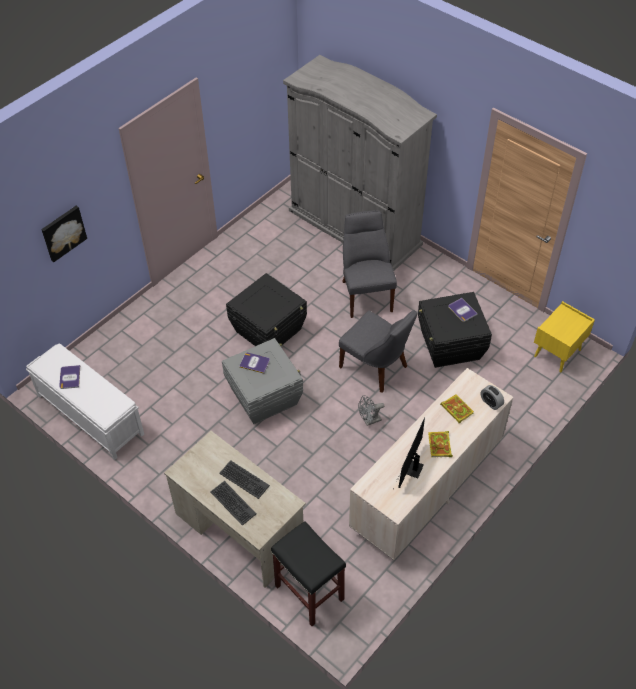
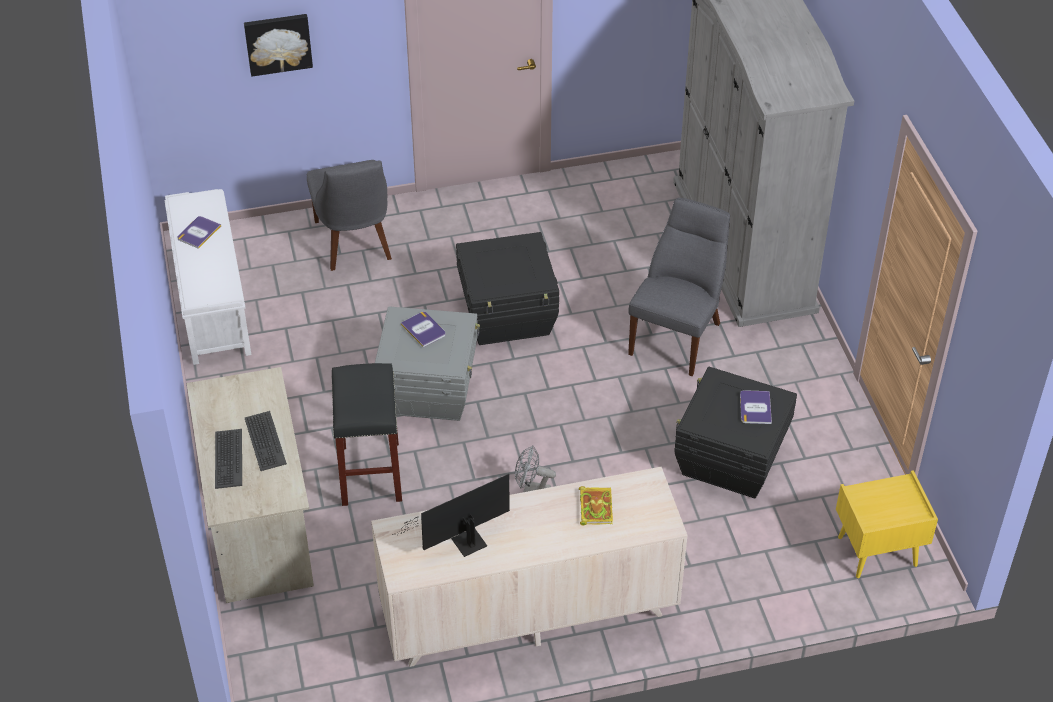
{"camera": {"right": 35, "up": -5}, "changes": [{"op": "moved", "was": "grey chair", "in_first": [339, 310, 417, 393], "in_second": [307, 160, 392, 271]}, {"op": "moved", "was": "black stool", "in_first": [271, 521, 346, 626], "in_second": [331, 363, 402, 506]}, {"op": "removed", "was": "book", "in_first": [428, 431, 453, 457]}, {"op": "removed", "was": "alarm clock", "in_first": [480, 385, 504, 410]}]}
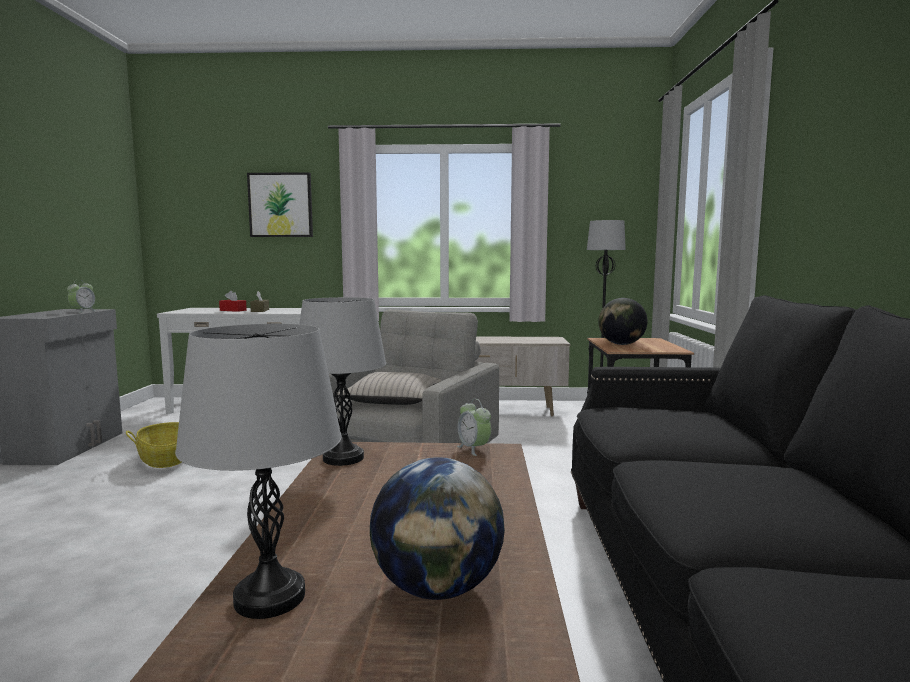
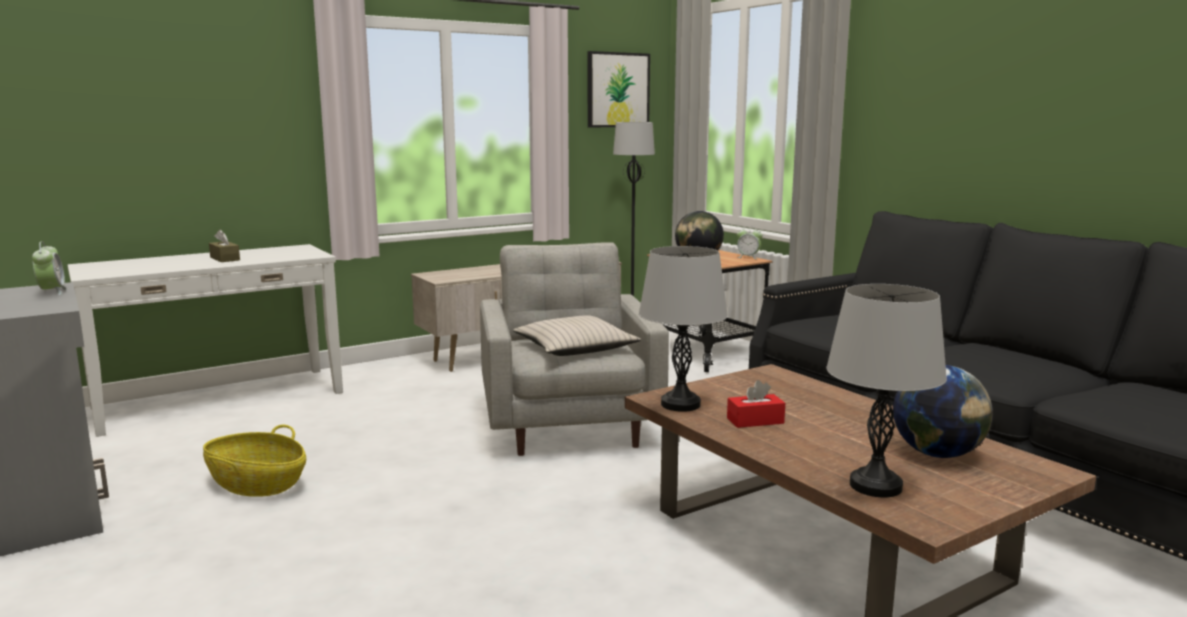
{"camera": {"right": -35, "up": 5}, "changes": [{"op": "moved", "was": "picture", "in_first": [247, 172, 313, 237], "in_second": [588, 51, 650, 128]}, {"op": "moved", "was": "red tissue box", "in_first": [219, 291, 247, 312], "in_second": [727, 380, 785, 428]}, {"op": "moved", "was": "alarm clock", "in_first": [457, 399, 491, 456], "in_second": [737, 227, 763, 259]}]}
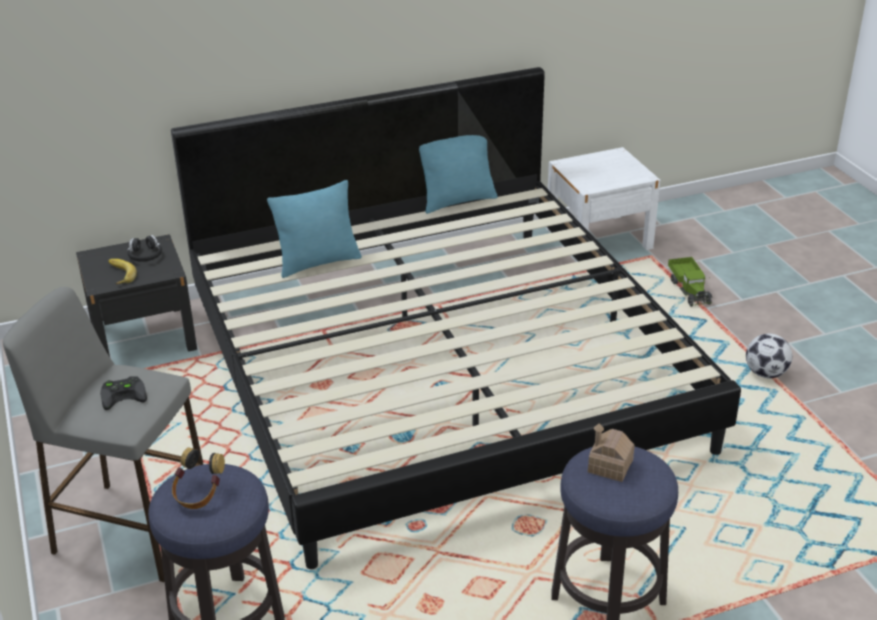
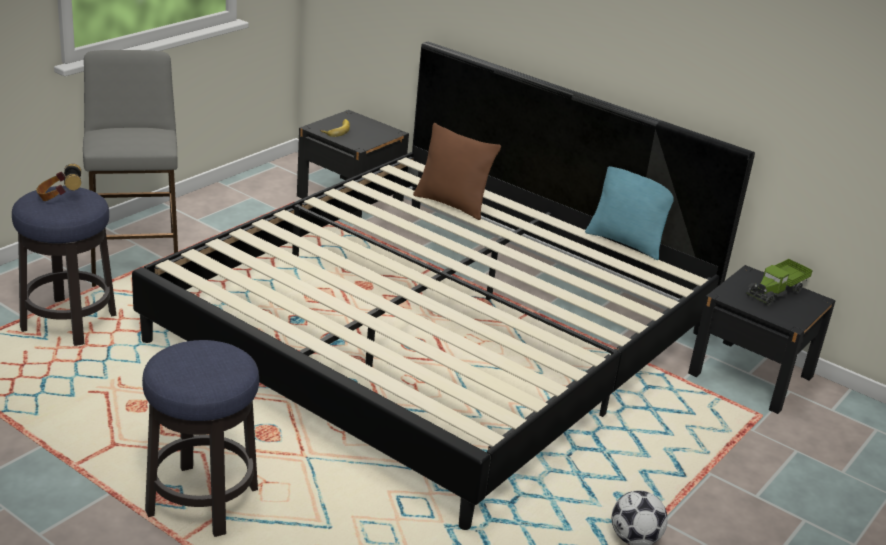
{"camera": {"right": 55, "up": -5}, "changes": [{"op": "recoloured", "was": "turquoise pillow", "now": "brown pillow", "in_first": [267, 180, 362, 278], "in_second": [413, 123, 501, 220]}, {"op": "recoloured", "was": "white nightstand", "now": "black nightstand", "in_first": [546, 147, 660, 262], "in_second": [688, 265, 836, 414]}, {"op": "moved", "was": "toy truck", "in_first": [668, 257, 713, 307], "in_second": [746, 259, 813, 306]}, {"op": "removed", "was": "black game controller", "in_first": [100, 376, 147, 410]}, {"op": "removed", "was": "black headphones", "in_first": [128, 235, 162, 262]}, {"op": "removed", "was": "toy house", "in_first": [588, 423, 635, 482]}]}
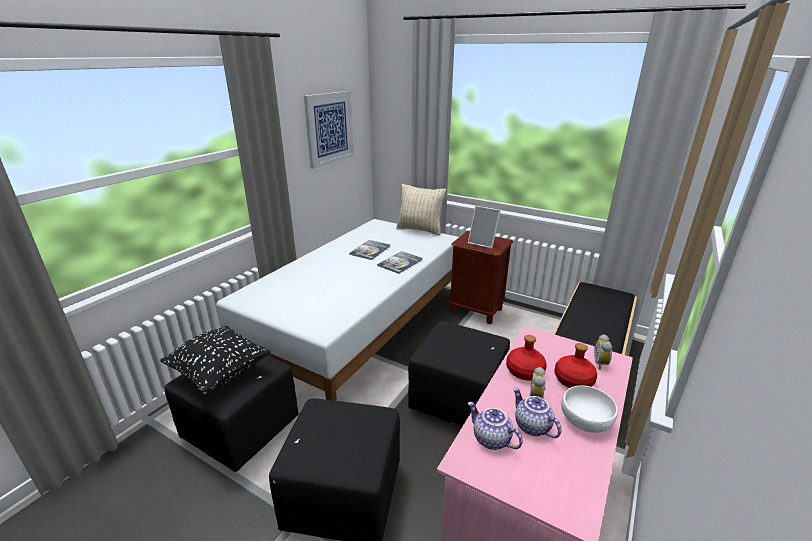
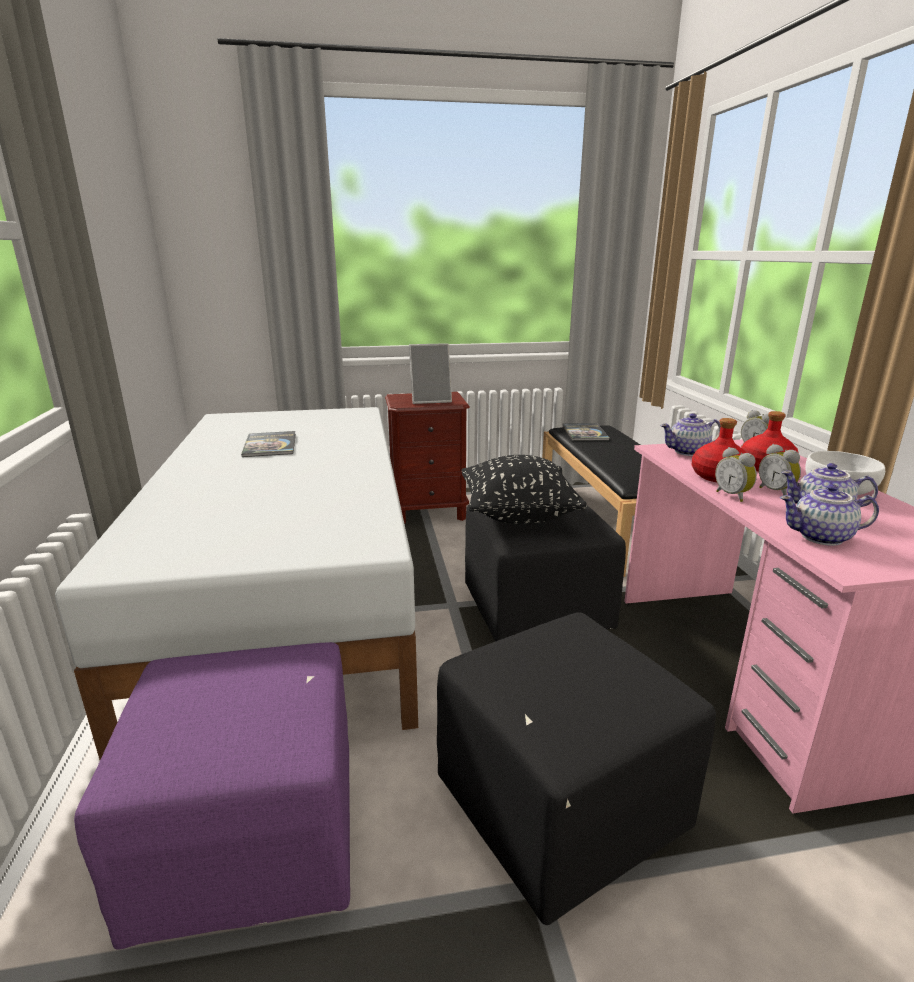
{"camera": {"right": -40, "up": -5}, "changes": [{"op": "recoloured", "was": "black ottoman", "now": "purple ottoman", "in_first": [164, 356, 299, 472], "in_second": [74, 642, 350, 950]}, {"op": "moved", "was": "black pillow", "in_first": [160, 326, 271, 394], "in_second": [461, 455, 587, 524]}, {"op": "moved", "was": "book", "in_first": [377, 251, 422, 274], "in_second": [562, 423, 609, 441]}, {"op": "added", "now": "teapot", "in_second": [661, 413, 721, 456]}, {"op": "added", "now": "alarm clock", "in_second": [715, 447, 757, 502]}, {"op": "removed", "was": "picture", "in_first": [304, 91, 354, 169]}, {"op": "removed", "was": "beige pillow", "in_first": [396, 184, 446, 235]}]}
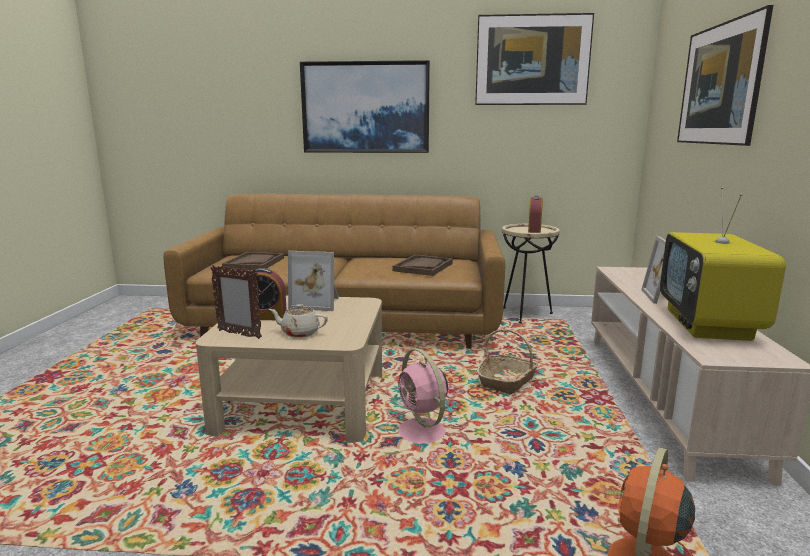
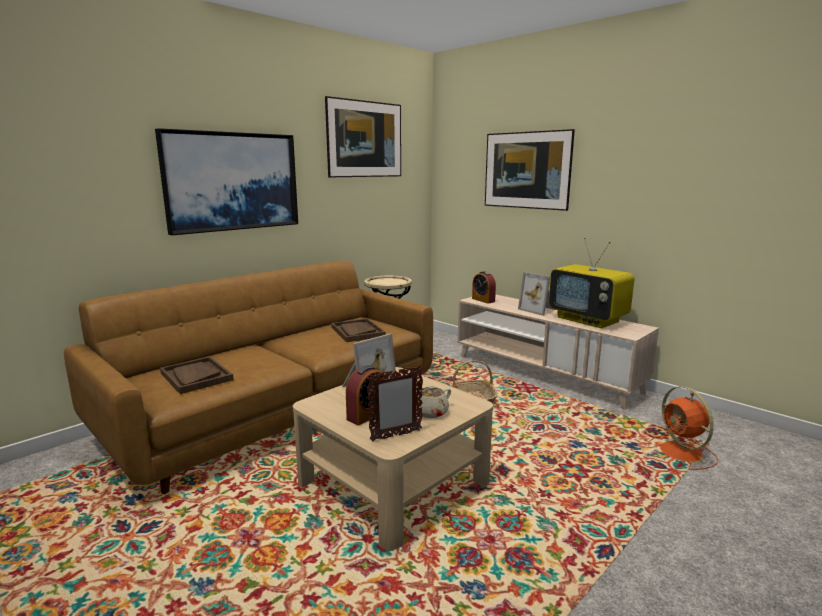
{"camera": {"right": -50, "up": 0}, "changes": [{"op": "moved", "was": "alarm clock", "in_first": [528, 196, 543, 233], "in_second": [472, 271, 496, 304]}, {"op": "removed", "was": "pink fan", "in_first": [385, 349, 452, 443]}]}
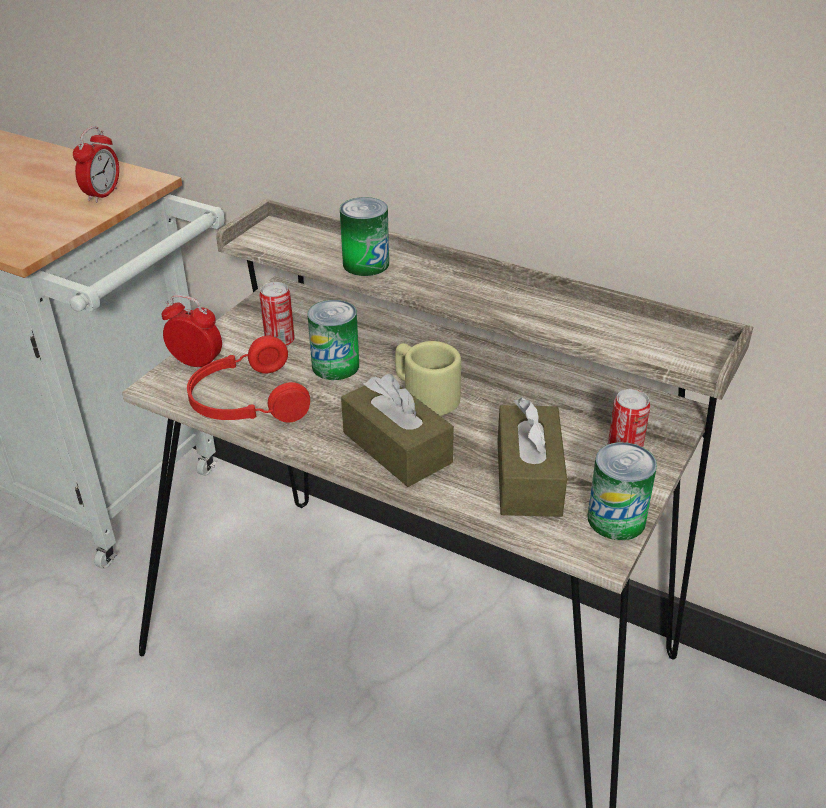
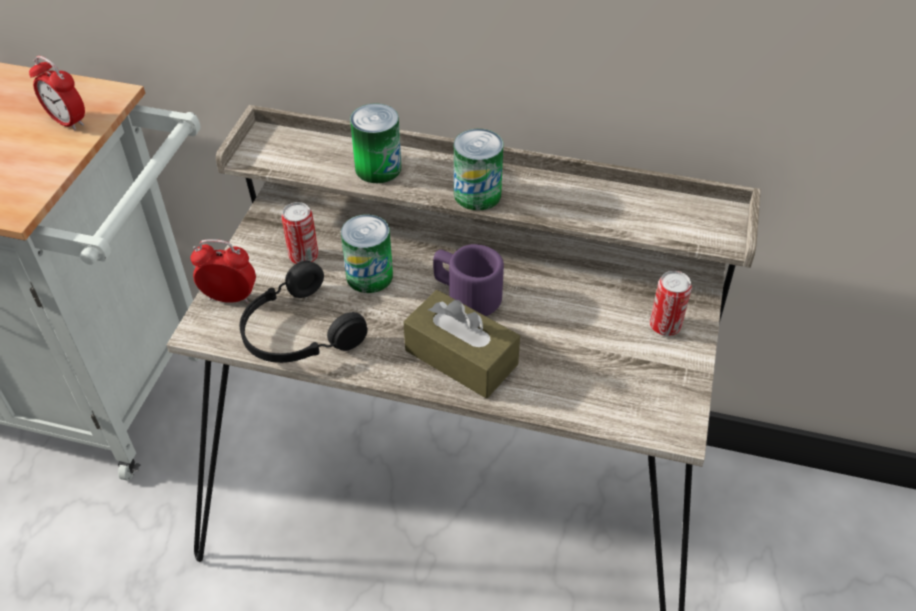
{"camera": {"right": -15, "up": 10}, "changes": [{"op": "turned", "was": "alarm clock", "in_first": [73, 126, 119, 203], "in_second": [29, 56, 85, 131], "clockwise": 120}, {"op": "recoloured", "was": "red headphones", "now": "black headphones", "in_first": [187, 336, 310, 423], "in_second": [240, 261, 368, 363]}, {"op": "recoloured", "was": "beige mug", "now": "purple mug", "in_first": [395, 341, 461, 416], "in_second": [433, 244, 504, 316]}, {"op": "moved", "was": "can", "in_first": [588, 442, 657, 540], "in_second": [454, 129, 504, 211]}, {"op": "removed", "was": "brown tissue box", "in_first": [497, 398, 567, 517]}]}
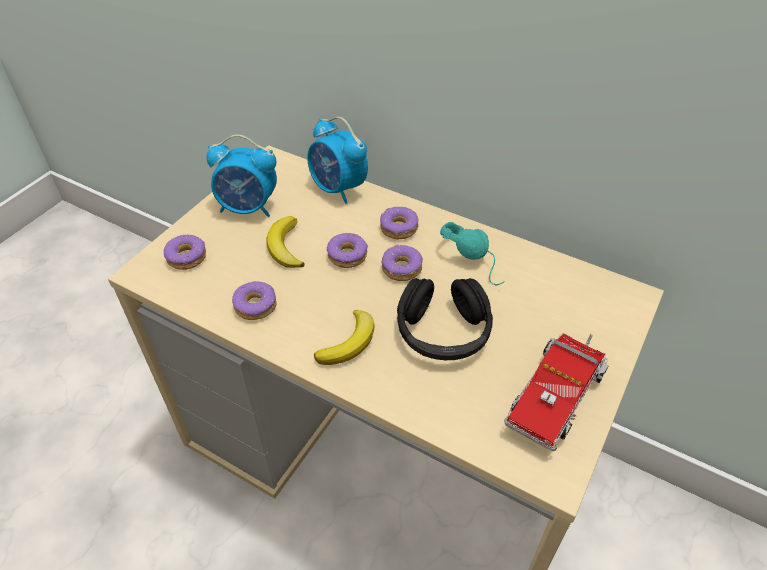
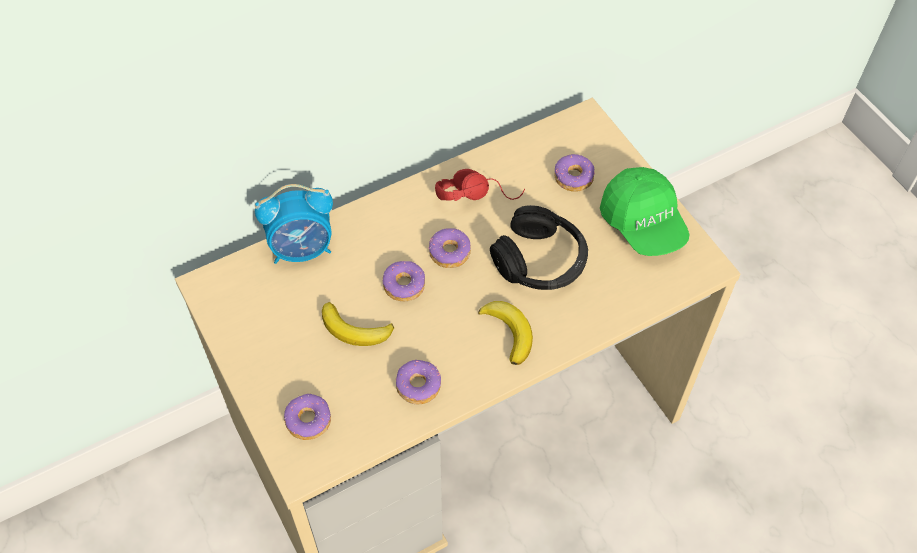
{"camera": {"right": -60, "up": 10}, "changes": [{"op": "recoloured", "was": "turquoise headphones", "now": "red headphones", "in_first": [440, 222, 505, 285], "in_second": [435, 169, 525, 201]}, {"op": "moved", "was": "donut", "in_first": [380, 207, 418, 240], "in_second": [555, 154, 595, 192]}, {"op": "replaced", "was": "toy truck", "now": "green cap", "in_first": [504, 333, 608, 451], "in_second": [600, 167, 689, 256]}, {"op": "removed", "was": "alarm clock", "in_first": [206, 135, 277, 217]}]}
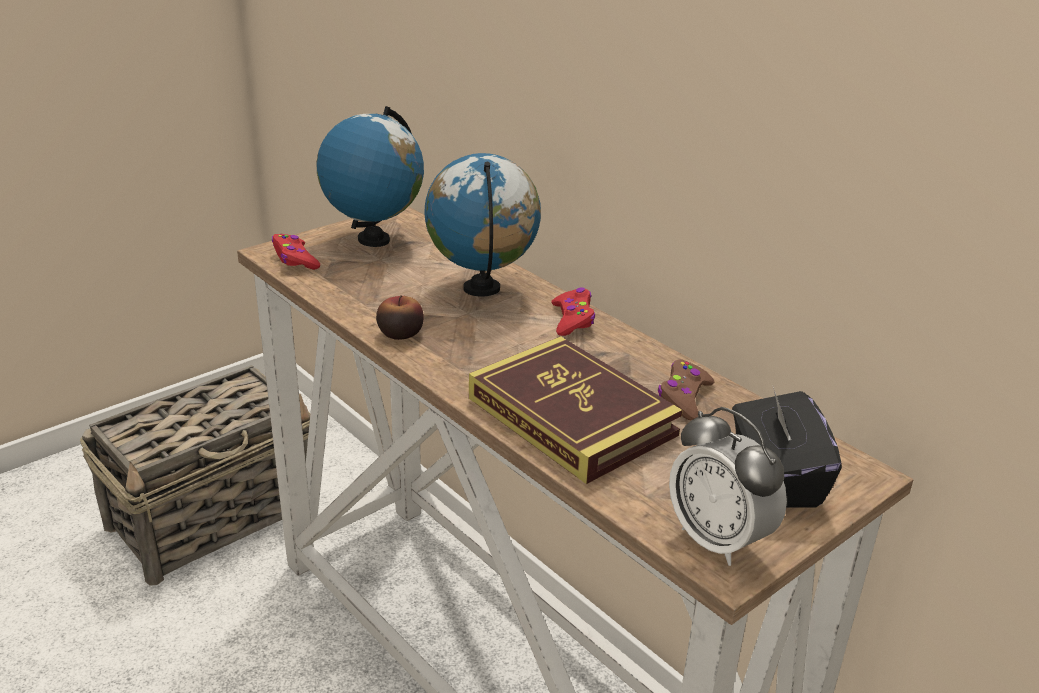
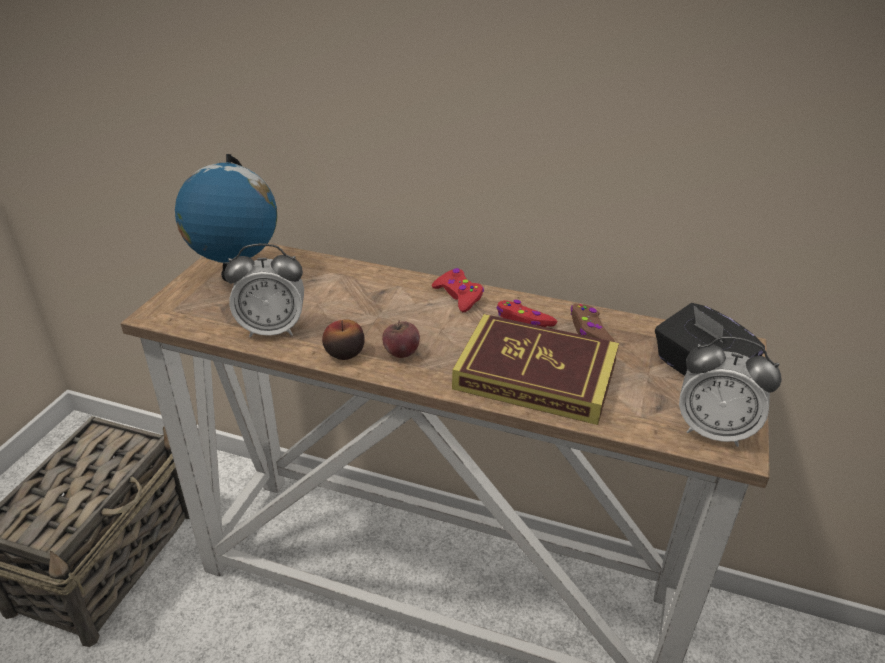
{"camera": {"right": -30, "up": 5}, "changes": [{"op": "added", "now": "alarm clock", "in_second": [224, 243, 304, 337]}, {"op": "added", "now": "apple", "in_second": [382, 320, 420, 358]}, {"op": "moved", "was": "red game controller", "in_first": [272, 234, 320, 270], "in_second": [496, 300, 557, 327]}, {"op": "removed", "was": "globe", "in_first": [424, 153, 541, 297]}]}
